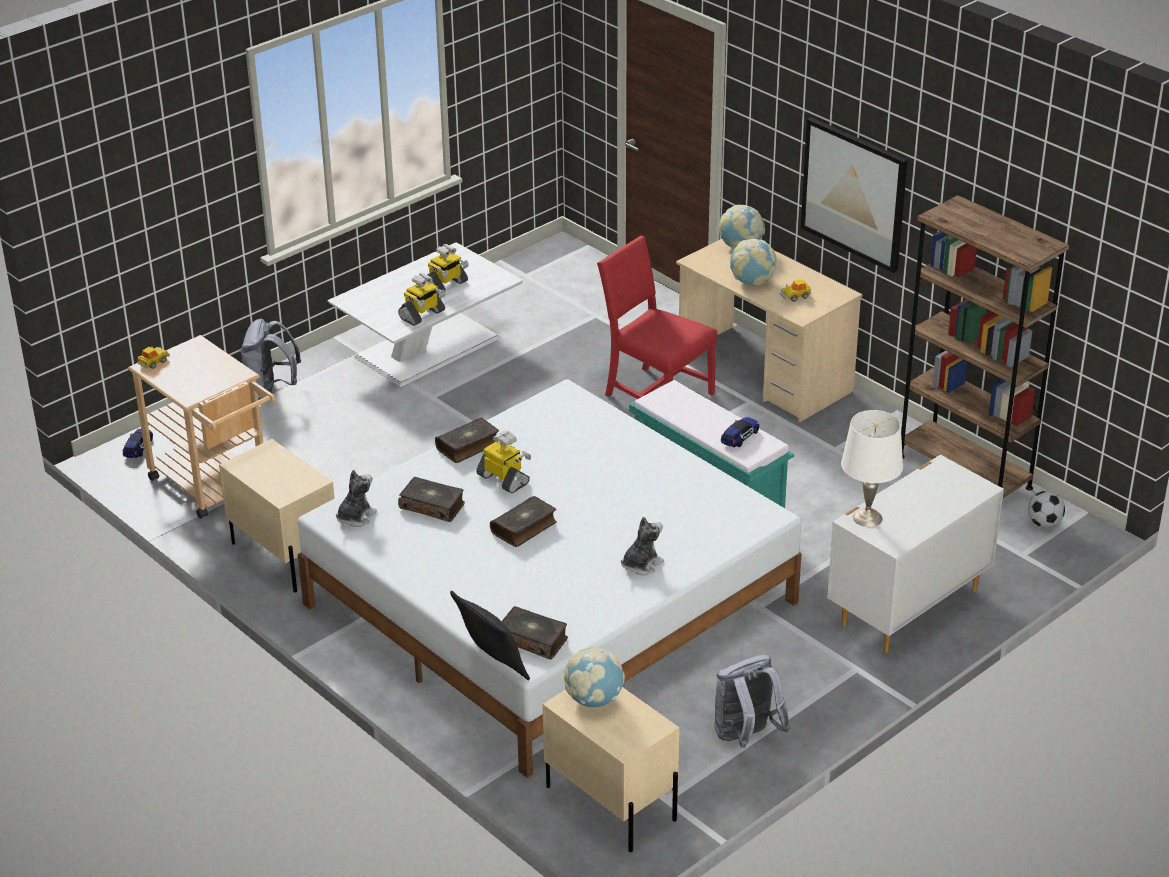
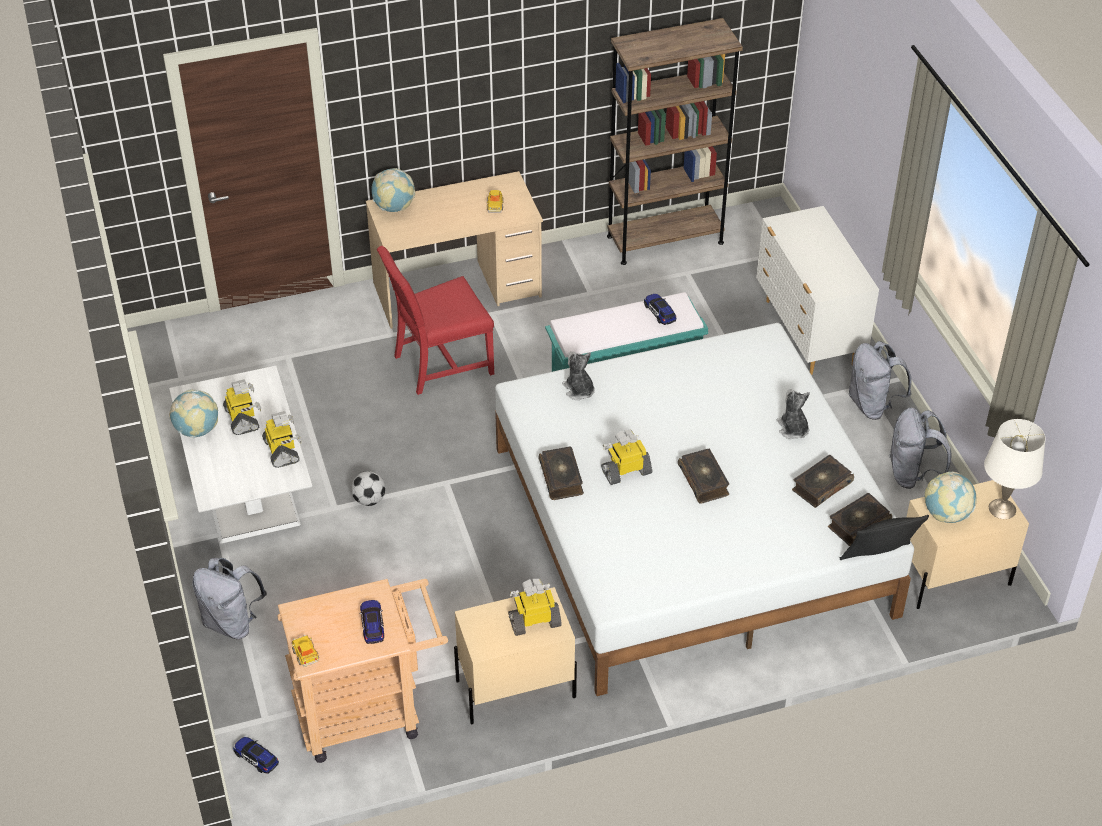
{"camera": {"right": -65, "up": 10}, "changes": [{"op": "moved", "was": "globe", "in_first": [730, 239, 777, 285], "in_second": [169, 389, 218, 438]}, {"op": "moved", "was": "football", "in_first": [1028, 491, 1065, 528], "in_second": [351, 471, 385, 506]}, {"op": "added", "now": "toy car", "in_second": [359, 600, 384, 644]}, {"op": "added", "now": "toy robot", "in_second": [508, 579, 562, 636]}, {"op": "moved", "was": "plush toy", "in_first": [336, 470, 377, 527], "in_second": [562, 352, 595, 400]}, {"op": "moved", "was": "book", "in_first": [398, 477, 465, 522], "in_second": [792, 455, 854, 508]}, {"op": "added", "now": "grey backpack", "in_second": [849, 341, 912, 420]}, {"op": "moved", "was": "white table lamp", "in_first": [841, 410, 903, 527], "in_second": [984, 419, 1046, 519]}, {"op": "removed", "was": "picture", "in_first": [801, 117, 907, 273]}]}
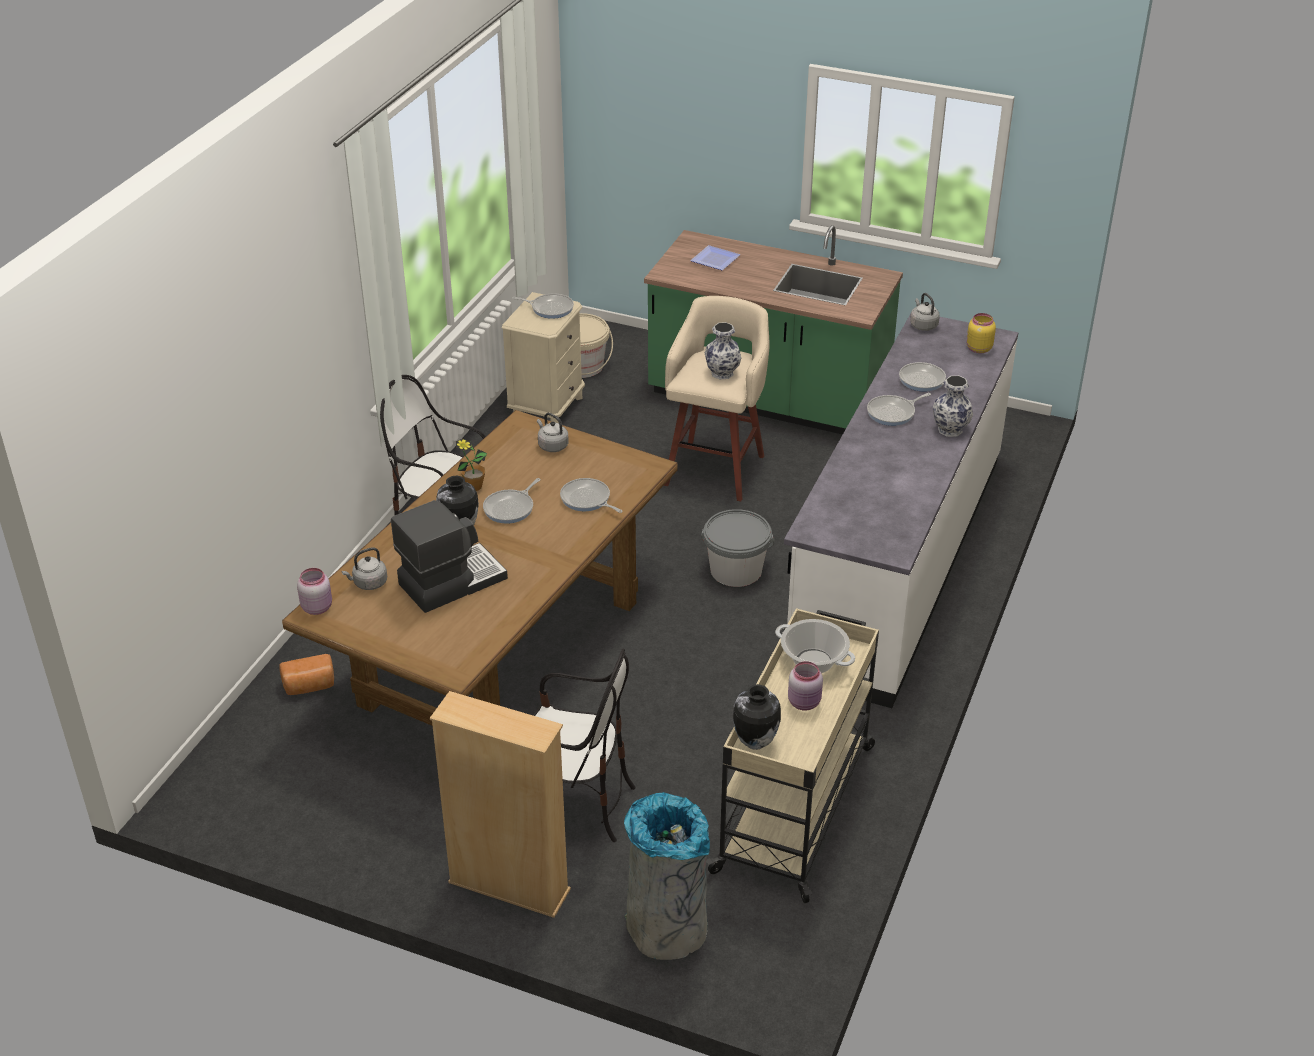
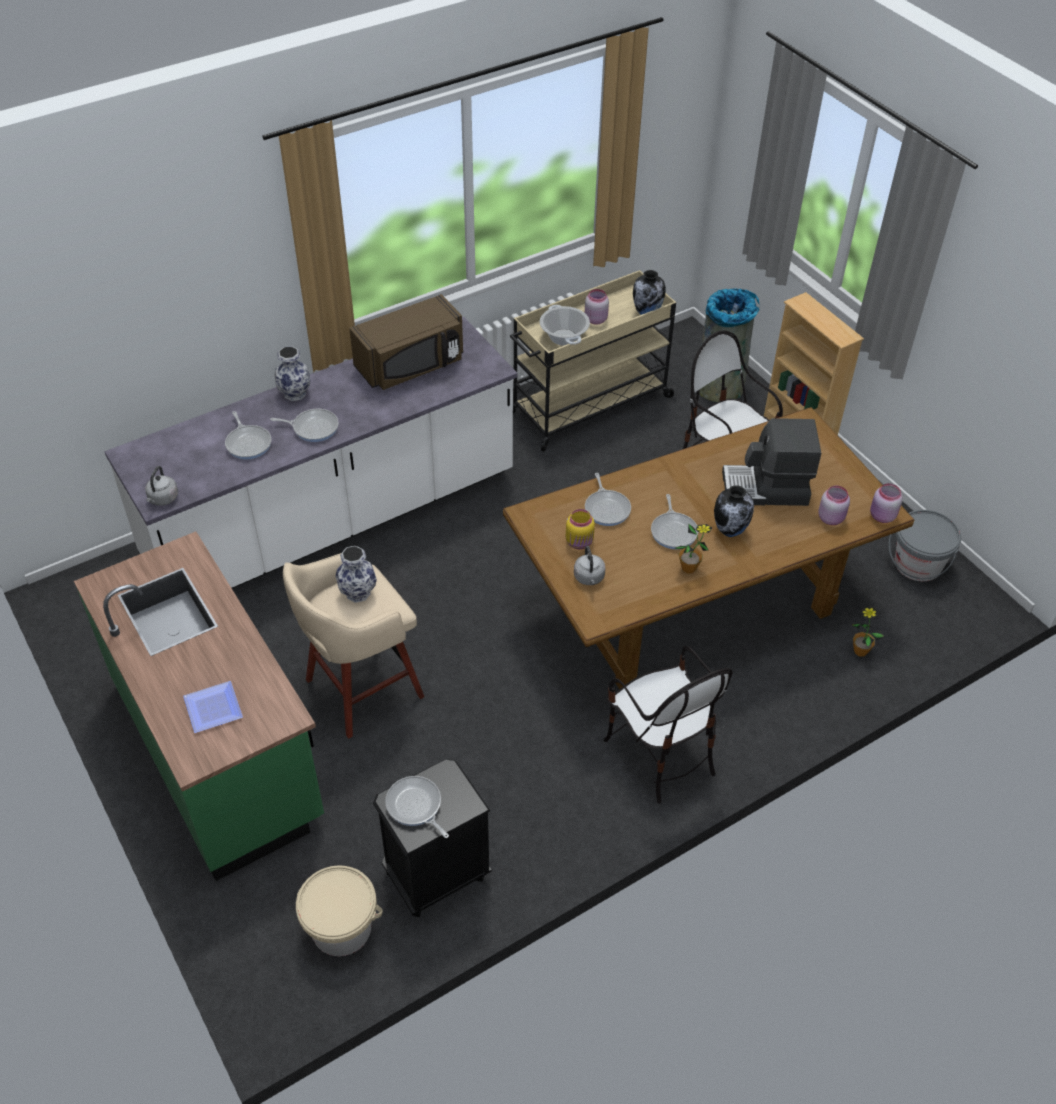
{"camera": {"right": -145, "up": 10}, "changes": [{"op": "added", "now": "brown microwave", "in_second": [349, 294, 463, 390]}, {"op": "recoloured", "was": "beige nightstand", "now": "black nightstand", "in_first": [502, 292, 585, 423], "in_second": [373, 759, 492, 917]}, {"op": "moved", "was": "yellow jar", "in_first": [966, 313, 996, 353], "in_second": [566, 509, 595, 550]}, {"op": "turned", "was": "frying pan", "in_first": [483, 478, 541, 524], "in_second": [651, 494, 698, 549], "clockwise": 105}, {"op": "replaced", "was": "grey kettle", "now": "pink jar", "in_first": [342, 547, 387, 590], "in_second": [818, 486, 850, 525]}, {"op": "replaced", "was": "bread", "now": "potted plant", "in_first": [280, 654, 334, 695], "in_second": [851, 606, 884, 656]}, {"op": "moved", "was": "grey bucket", "in_first": [701, 509, 775, 587], "in_second": [889, 510, 961, 581]}]}
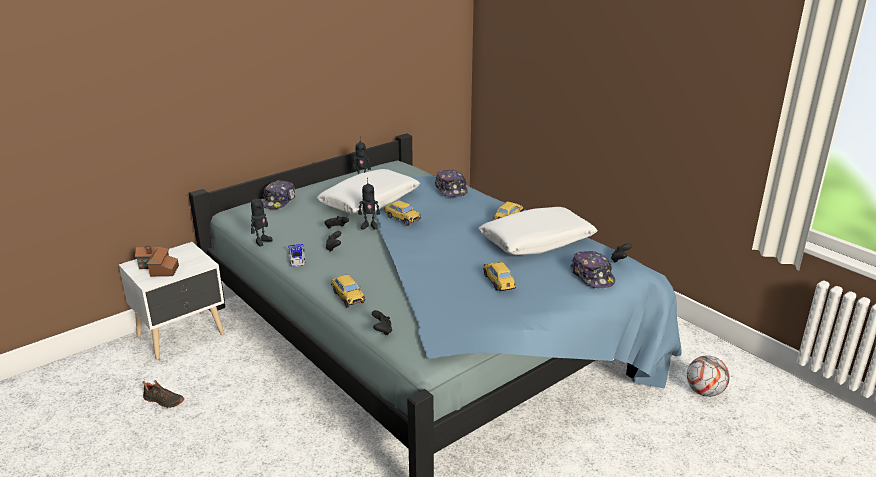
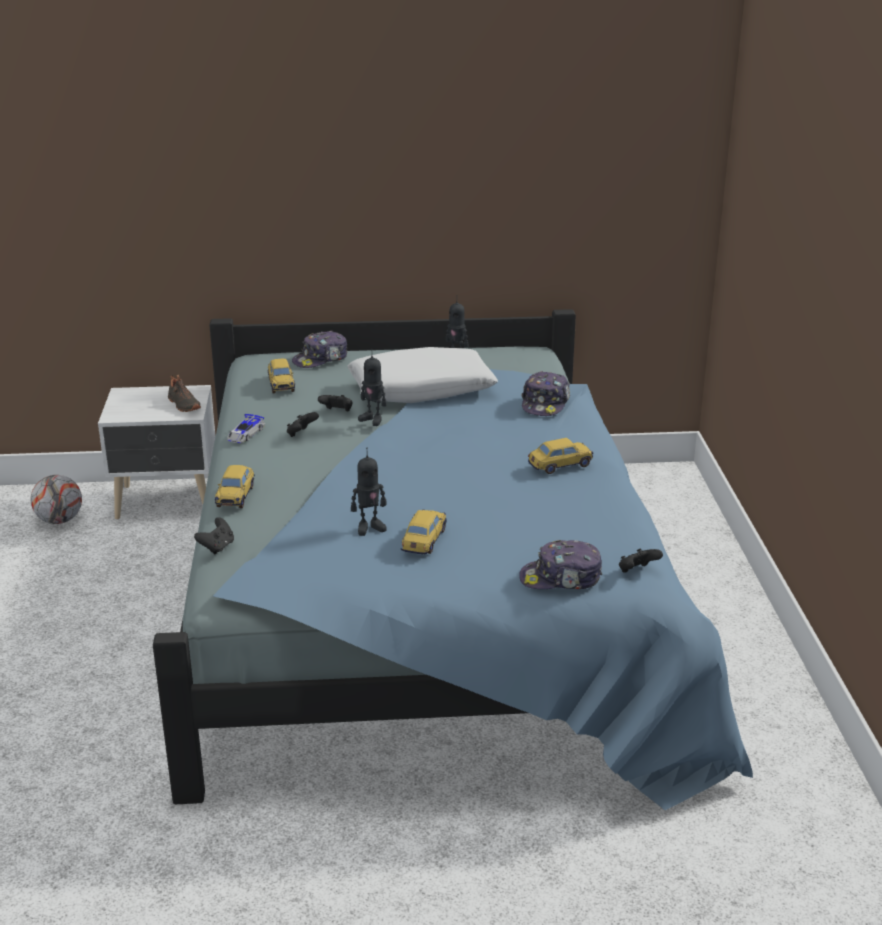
{"camera": {"right": 35, "up": 0}, "changes": [{"op": "moved", "was": "football", "in_first": [687, 356, 730, 397], "in_second": [31, 475, 82, 524]}, {"op": "moved", "was": "black shoe", "in_first": [142, 380, 184, 408], "in_second": [168, 375, 201, 412]}, {"op": "moved", "was": "toy car", "in_first": [384, 200, 421, 226], "in_second": [268, 358, 295, 394]}, {"op": "moved", "was": "toy robot", "in_first": [251, 197, 273, 246], "in_second": [351, 448, 387, 536]}, {"op": "turned", "was": "cap", "in_first": [570, 251, 615, 288], "in_second": [519, 540, 603, 589], "clockwise": 75}, {"op": "removed", "was": "toy house", "in_first": [135, 245, 179, 277]}, {"op": "removed", "was": "white pillow", "in_first": [479, 207, 598, 255]}]}
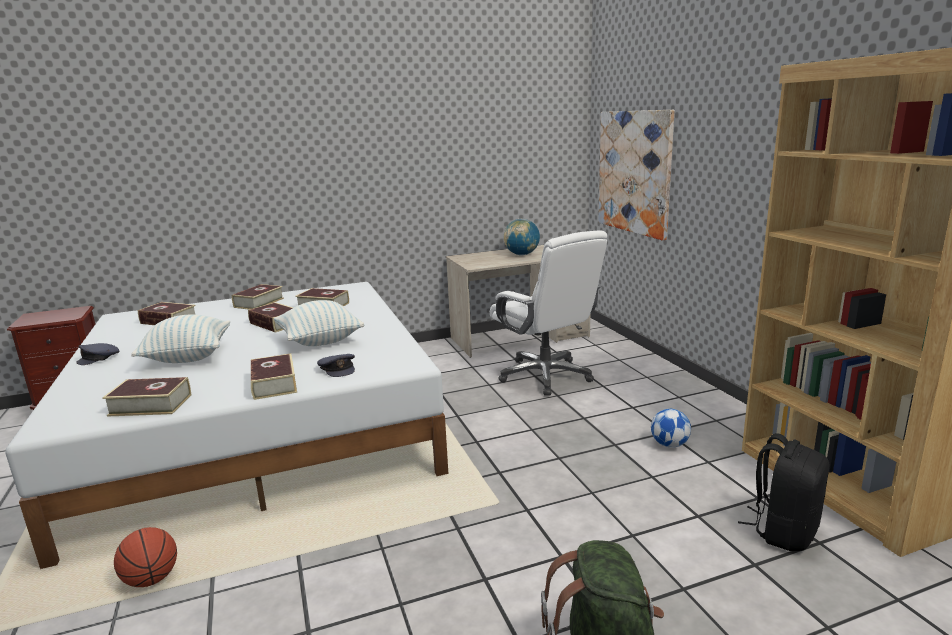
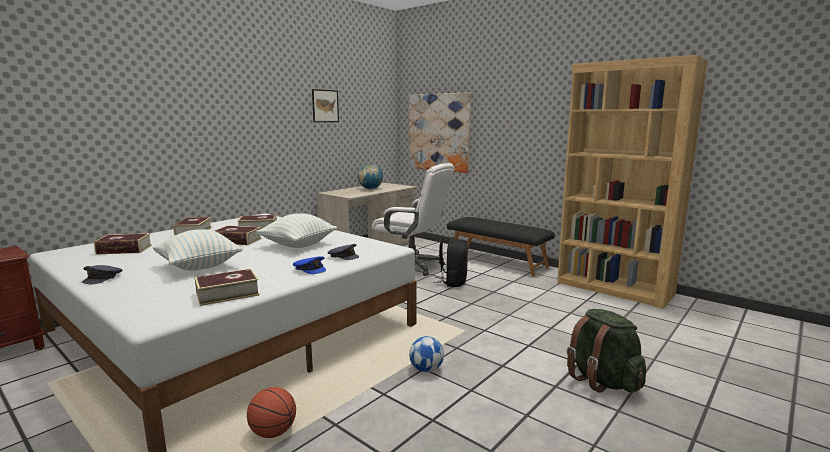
{"camera": {"right": -30, "up": -5}, "changes": [{"op": "replaced", "was": "book", "now": "blue cap", "in_first": [251, 353, 297, 400], "in_second": [293, 256, 326, 274]}, {"op": "added", "now": "picture", "in_second": [312, 89, 339, 122]}, {"op": "moved", "was": "football", "in_first": [651, 409, 691, 448], "in_second": [409, 336, 444, 372]}, {"op": "moved", "was": "black backpack", "in_first": [738, 433, 830, 551], "in_second": [434, 236, 468, 287]}, {"op": "added", "now": "black bench", "in_second": [447, 217, 555, 277]}]}
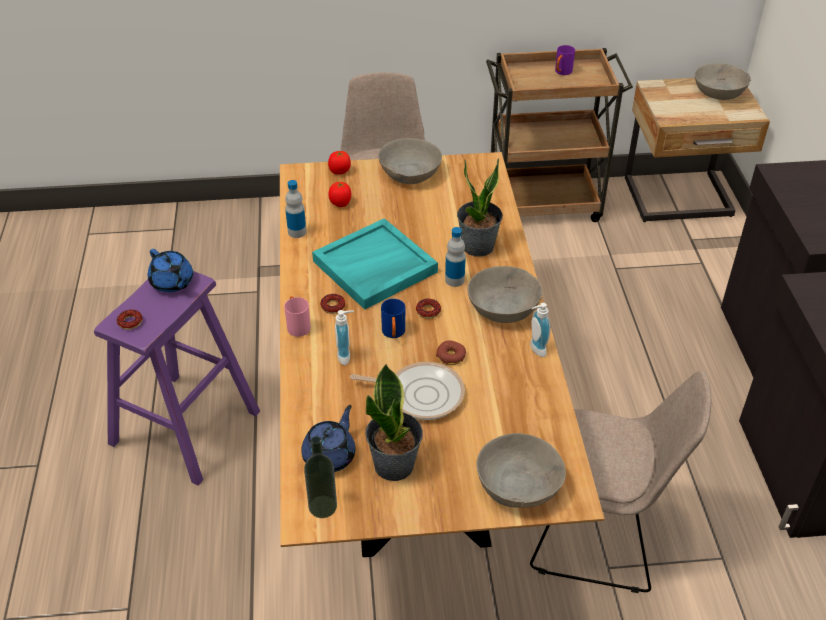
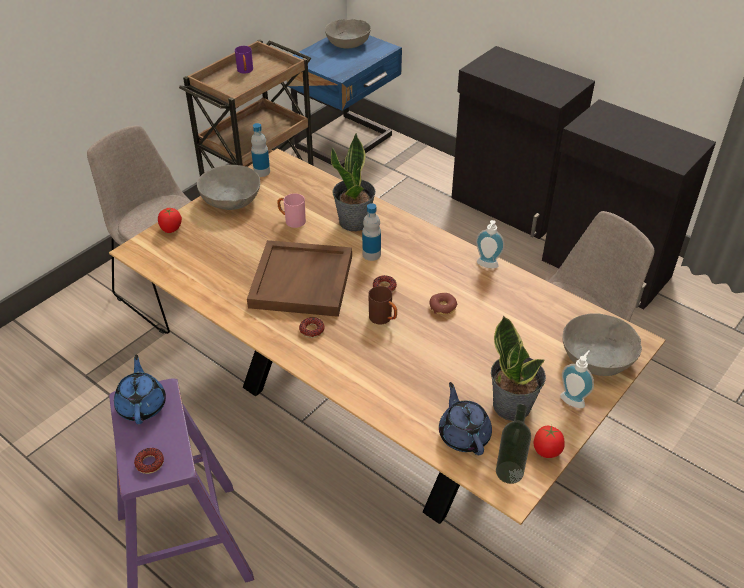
{"camera": {"right": -45, "up": 0}, "changes": [{"op": "turned", "was": "blue teapot", "in_first": [148, 249, 193, 292], "in_second": [114, 355, 166, 424], "clockwise": -105}, {"op": "recoloured", "was": "turquoise tray", "now": "brown tray", "in_first": [312, 218, 438, 309], "in_second": [247, 240, 352, 317]}, {"op": "moved", "was": "bottle", "in_first": [285, 180, 306, 238], "in_second": [251, 123, 270, 177]}, {"op": "moved", "was": "pink mug", "in_first": [284, 296, 311, 337], "in_second": [277, 194, 306, 228]}, {"op": "recoloured", "was": "beige nightstand", "now": "blue nightstand", "in_first": [625, 78, 770, 222], "in_second": [287, 35, 402, 168]}, {"op": "recoloured", "was": "blue mug", "now": "brown mug", "in_first": [381, 299, 405, 338], "in_second": [368, 286, 397, 324]}, {"op": "moved", "was": "tomato", "in_first": [328, 182, 351, 207], "in_second": [534, 425, 565, 458]}, {"op": "moved", "was": "soap dispenser", "in_first": [335, 310, 354, 365], "in_second": [560, 350, 594, 408]}, {"op": "removed", "was": "frying pan", "in_first": [350, 362, 465, 420]}, {"op": "removed", "was": "grey bowl", "in_first": [468, 266, 542, 323]}]}
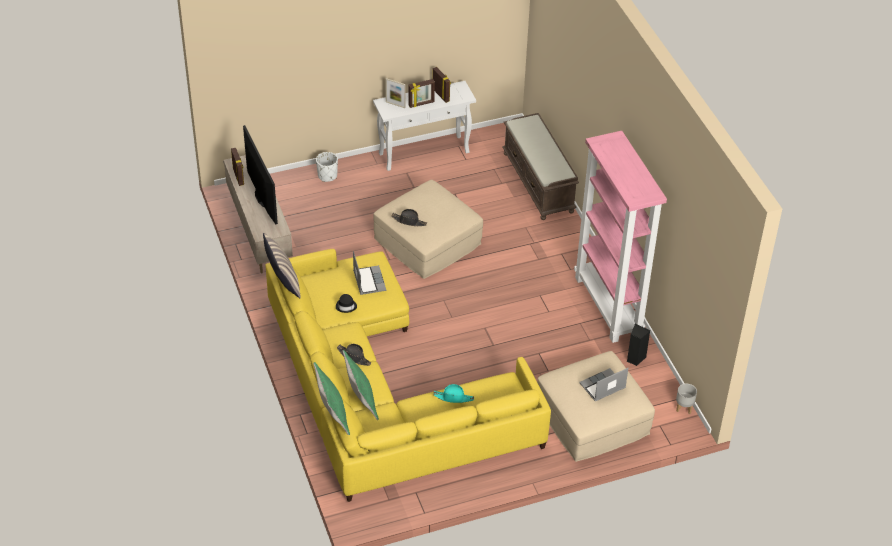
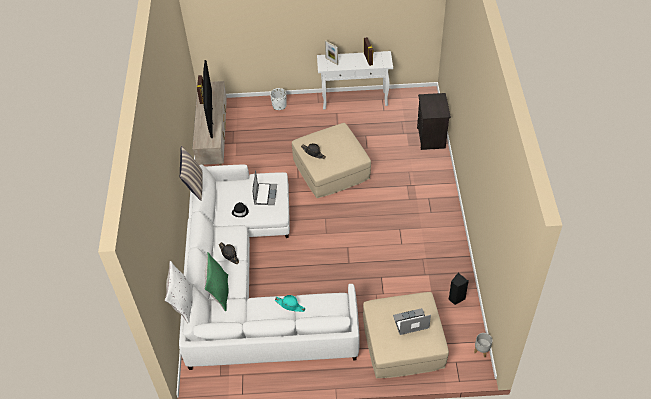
{"camera": {"right": 20, "up": 5}, "changes": [{"op": "recoloured", "was": "green pillow", "now": "white pillow", "in_first": [313, 362, 350, 435], "in_second": [165, 261, 193, 324]}, {"op": "recoloured", "was": "yellow sofa", "now": "white sofa", "in_first": [266, 249, 551, 502], "in_second": [179, 164, 360, 370]}, {"op": "replaced", "was": "brown bench", "now": "black nightstand", "in_first": [502, 113, 579, 220], "in_second": [417, 93, 451, 150]}, {"op": "removed", "was": "picture frame", "in_first": [408, 79, 435, 108]}, {"op": "removed", "was": "pink bookcase", "in_first": [574, 131, 667, 343]}]}
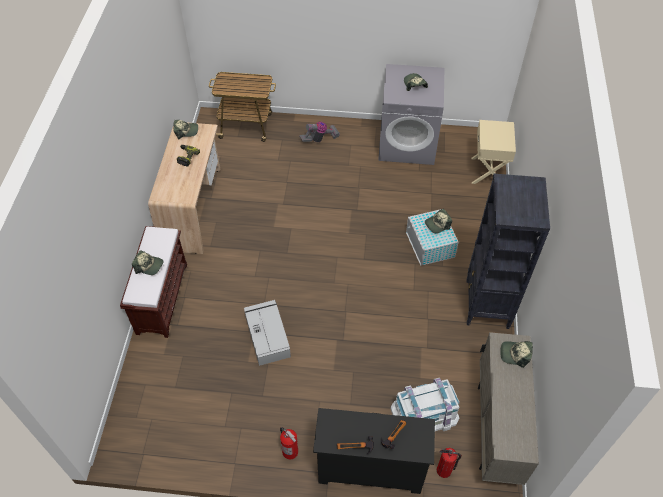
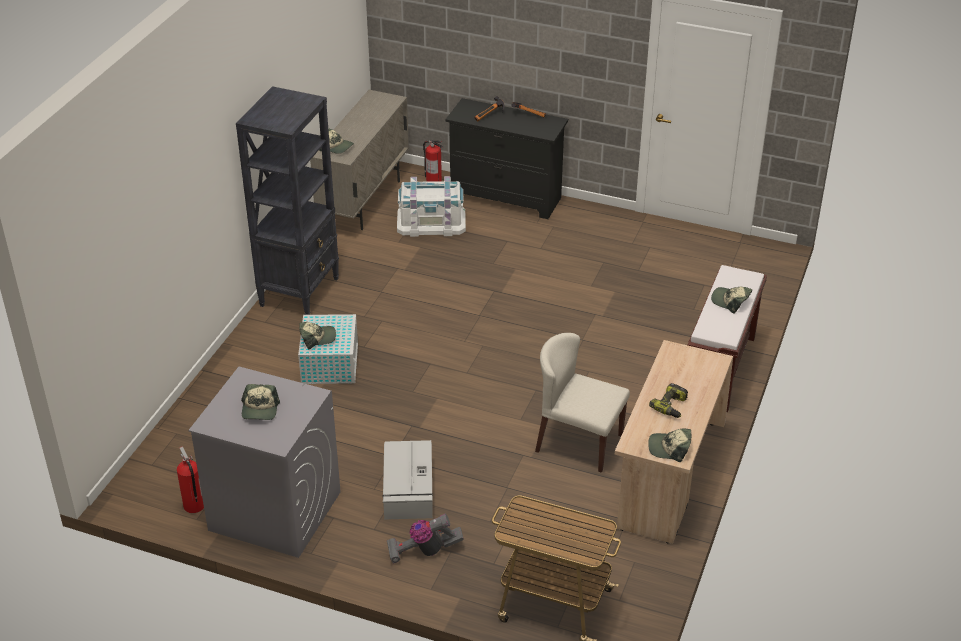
{"camera": {"right": -165, "up": -15}, "changes": [{"op": "moved", "was": "fire extinguisher", "in_first": [280, 427, 298, 460], "in_second": [177, 446, 204, 513]}, {"op": "moved", "was": "grey storage box", "in_first": [244, 300, 291, 366], "in_second": [383, 440, 433, 520]}, {"op": "added", "now": "beige chair", "in_second": [535, 333, 630, 473]}, {"op": "removed", "was": "beige nightstand", "in_first": [471, 120, 516, 184]}]}
